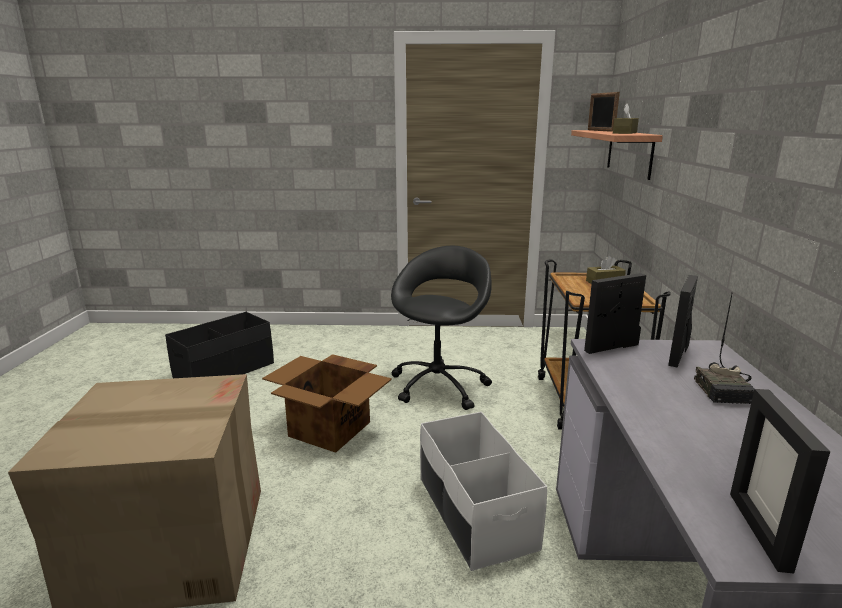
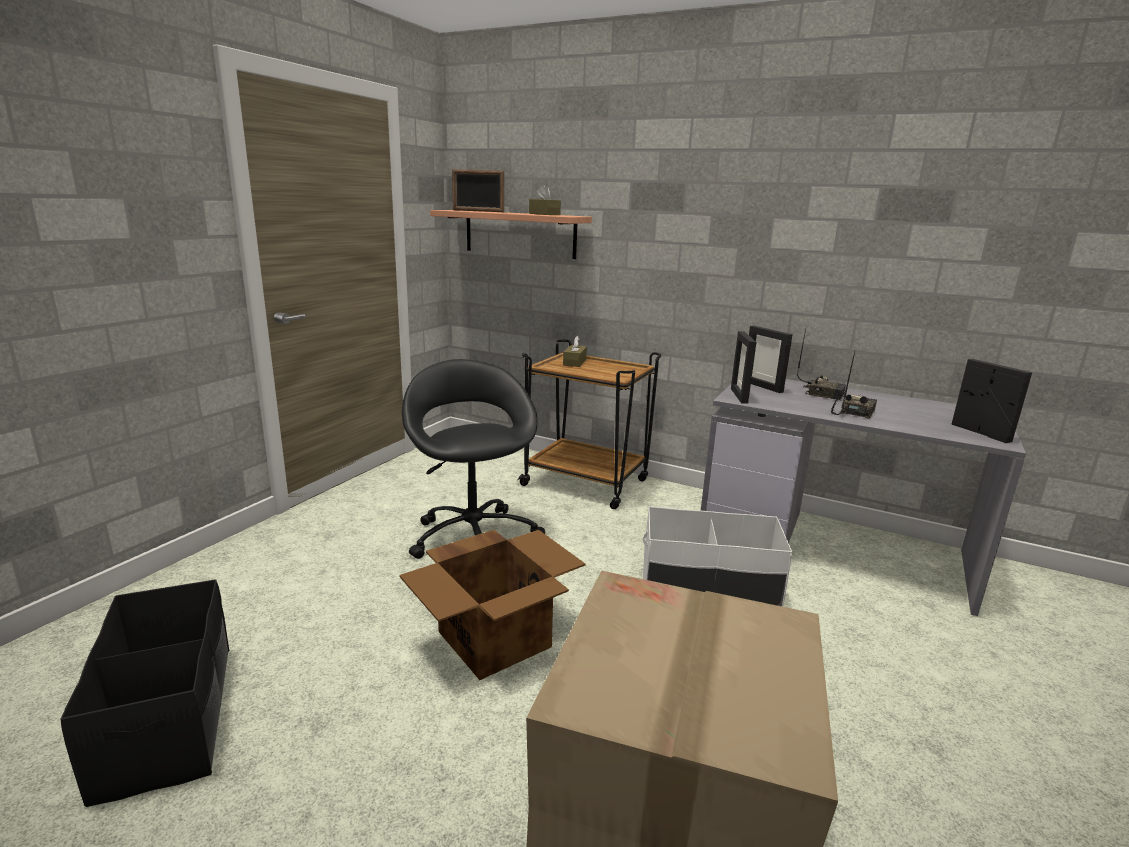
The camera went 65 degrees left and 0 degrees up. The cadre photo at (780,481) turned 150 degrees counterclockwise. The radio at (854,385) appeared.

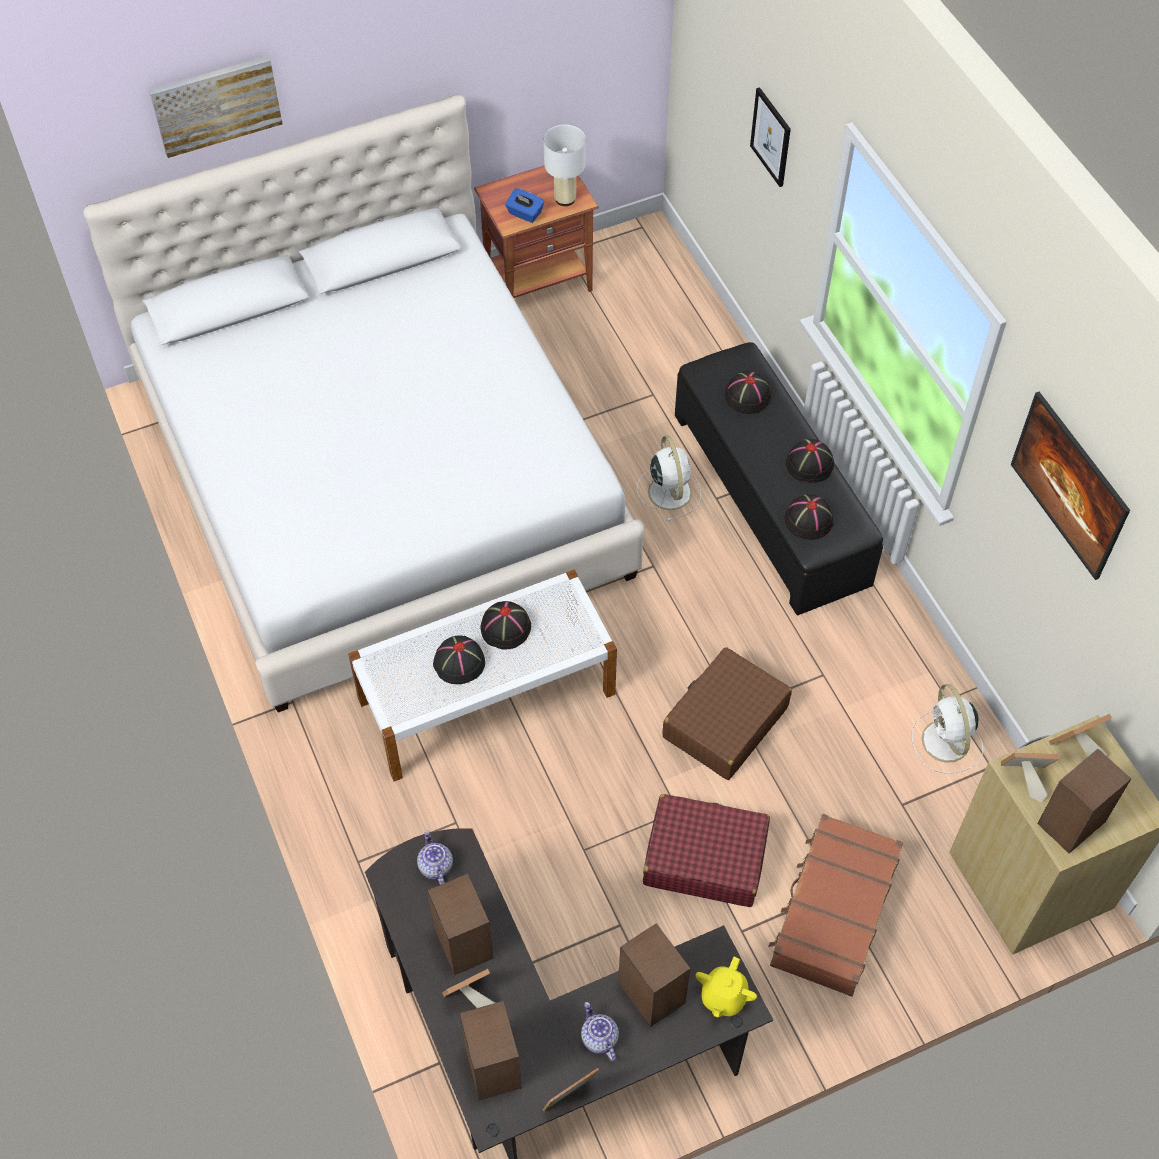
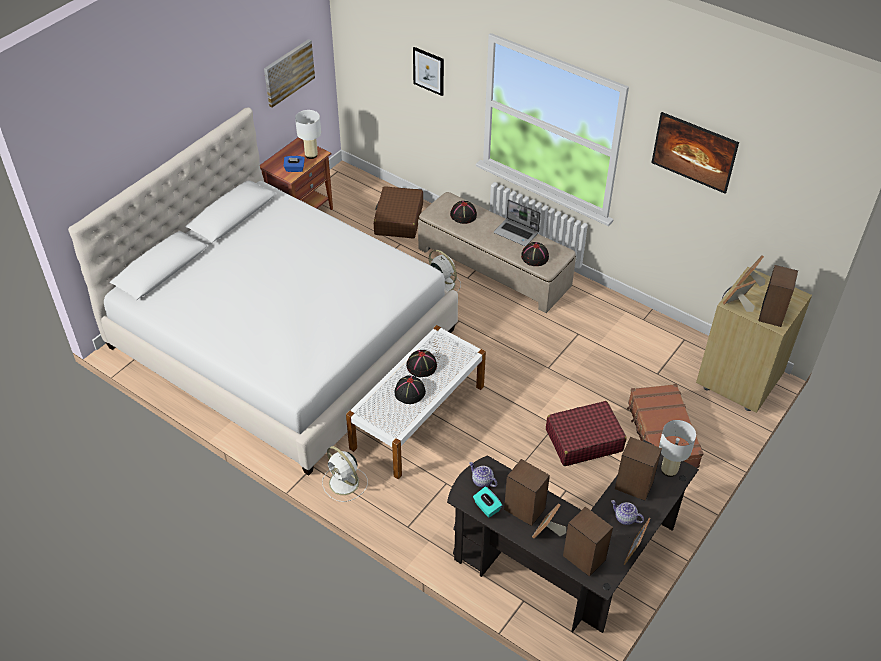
The camera went 30 degrees left and 10 degrees down. The tableau moved from (216,107) to (289,73). The banc/noir at (779,478) became the banc/beige at (497,252). The chapeau/noir at (810,461) was replaced by the ordinateur portable at (517,222). The valise/marron moved from (727,713) to (398,212). The ventilateur/blanc moved from (947,729) to (345,474). The théière/jaune at (726,987) was replaced by the lampe de table/blanc at (677,448). The boîte à mouchoirs/turquoise at (487,502) appeared.

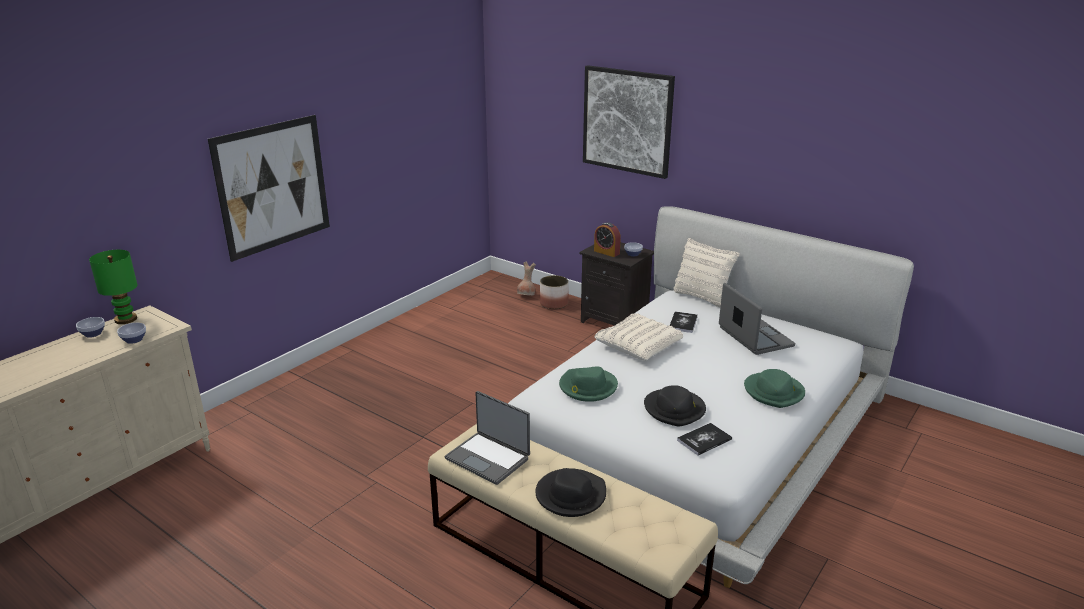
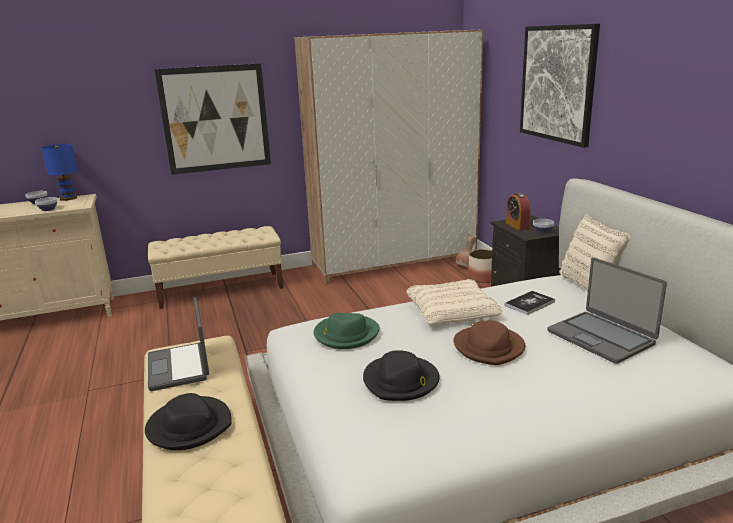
The camera went 35 degrees right and 5 degrees down. The lampe de table/vert at (113,287) became the lampe de table/bleu at (59,172). The ordinateur portable at (757,319) turned 135 degrees clockwise. The chapeau/vert at (774,388) disappeared. The livre at (704,439) disappeared. The armoire/blanc at (389,157) appeared. The banc/beige at (215,267) appeared. The chapeau/marron at (489,342) appeared.

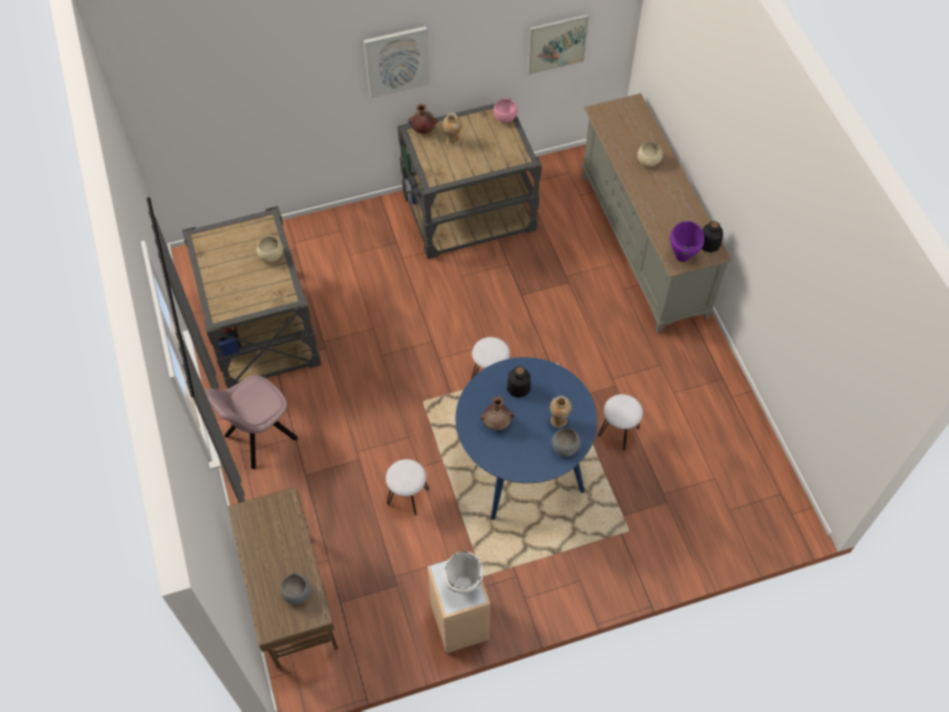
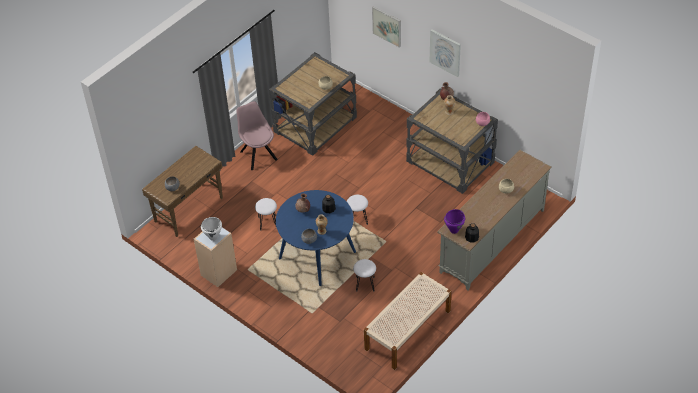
The camera went 60 degrees right and 10 degrees down. The tableau moved from (558,44) to (386,27). The chaise/rose at (251,422) turned 45 degrees clockwise. The banc/beige at (407,321) appeared.

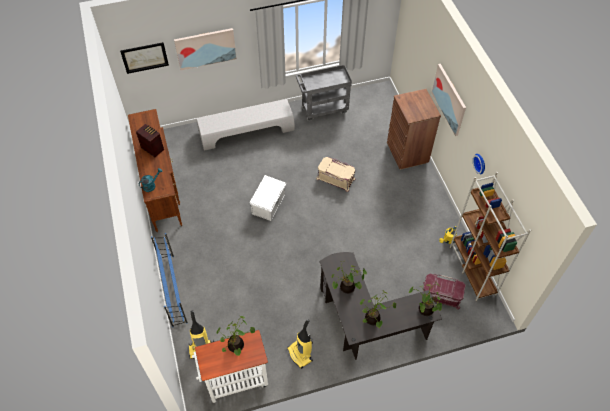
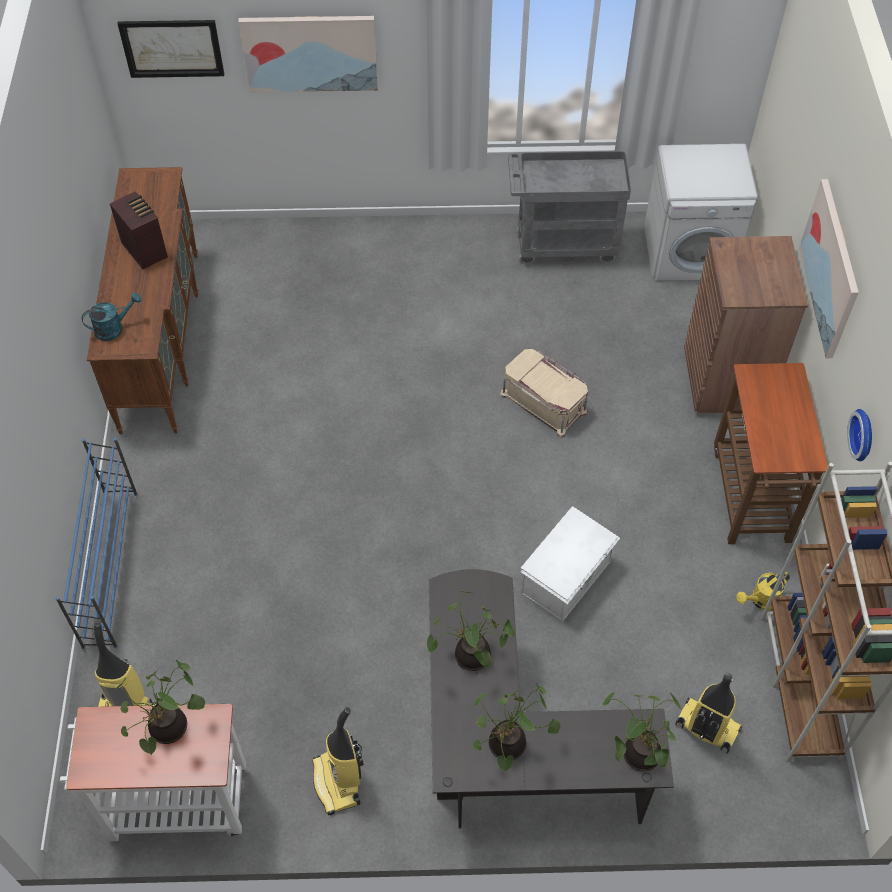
The camera went 15 degrees right and 0 degrees up. The banc/gris at (245,125) disappeared. The boîte de rangement/blanc moved from (268,198) to (570,564). The boîte de rangement/rouge at (444,292) was replaced by the aspirateur at (708,713). The lave-linge/blanc at (701,212) appeared. The chariot/marron at (771,453) appeared.

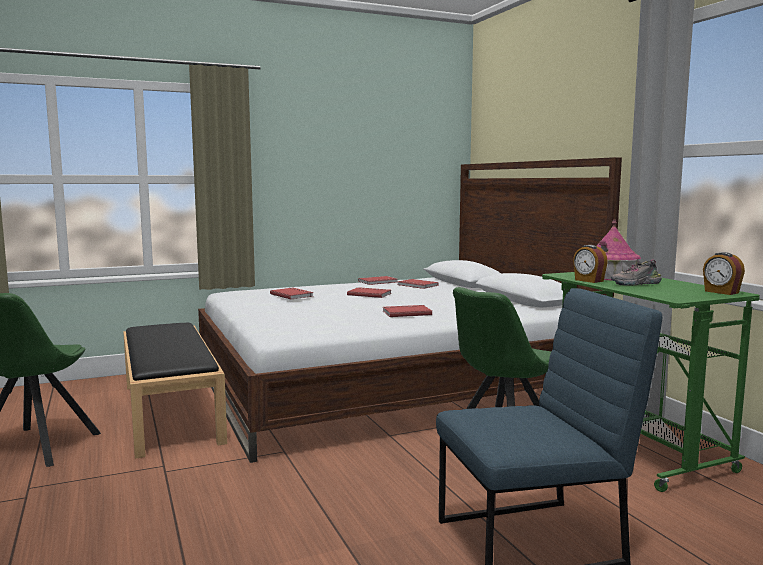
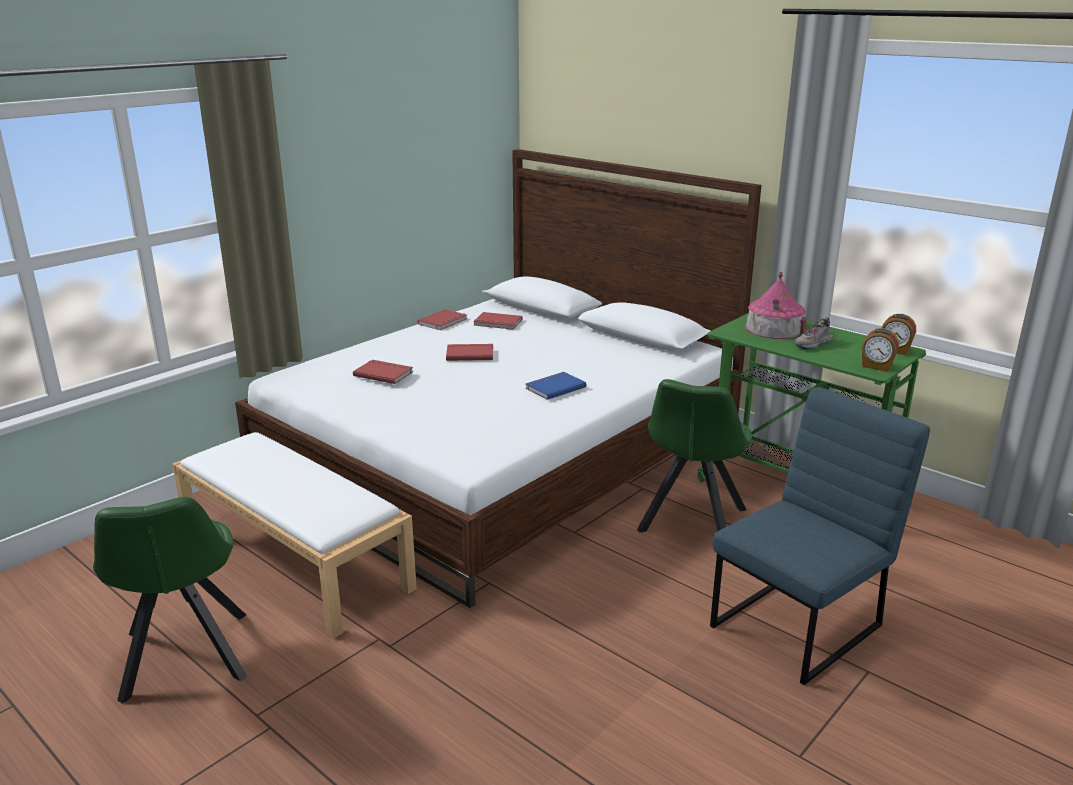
The camera went 25 degrees left and 15 degrees up. The réveil moved from (590,264) to (880,350). The livre/rouge at (407,311) became the livre/bleu at (555,386). The banc/noir at (175,391) became the banc/blanc at (294,535).

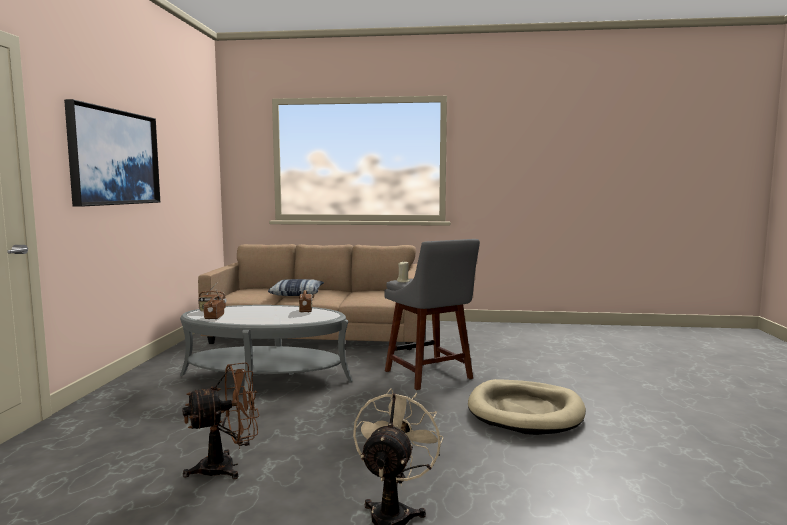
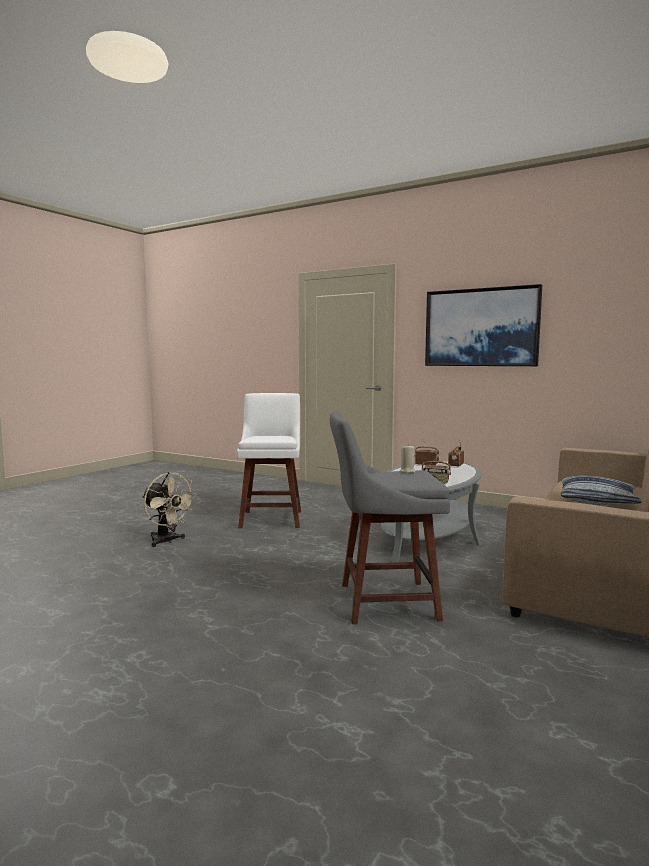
The camera went 115 degrees right and 0 degrees up. The ventilateur/marron at (220,420) was replaced by the tabouret/blanc at (269,460). The panier pour chien/beige at (527,407) disappeared.

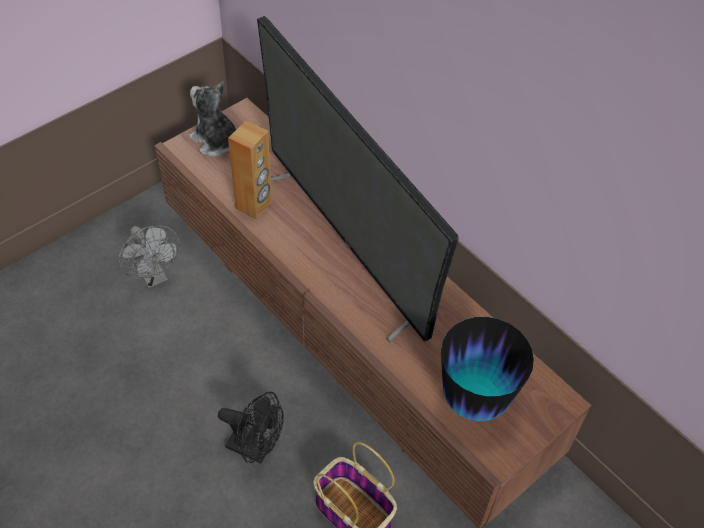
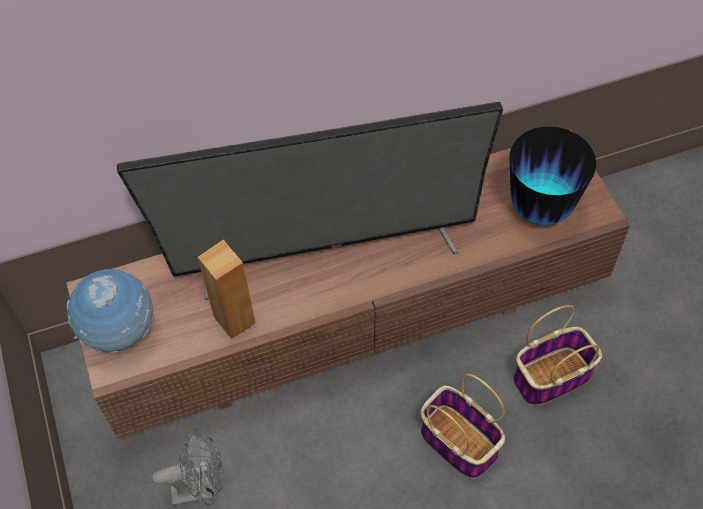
The camera went 65 degrees left and 5 degrees up. The peluche at (212,119) was replaced by the globe at (110,311). The ventilateur/noir at (251,427) was replaced by the panier at (462,426).

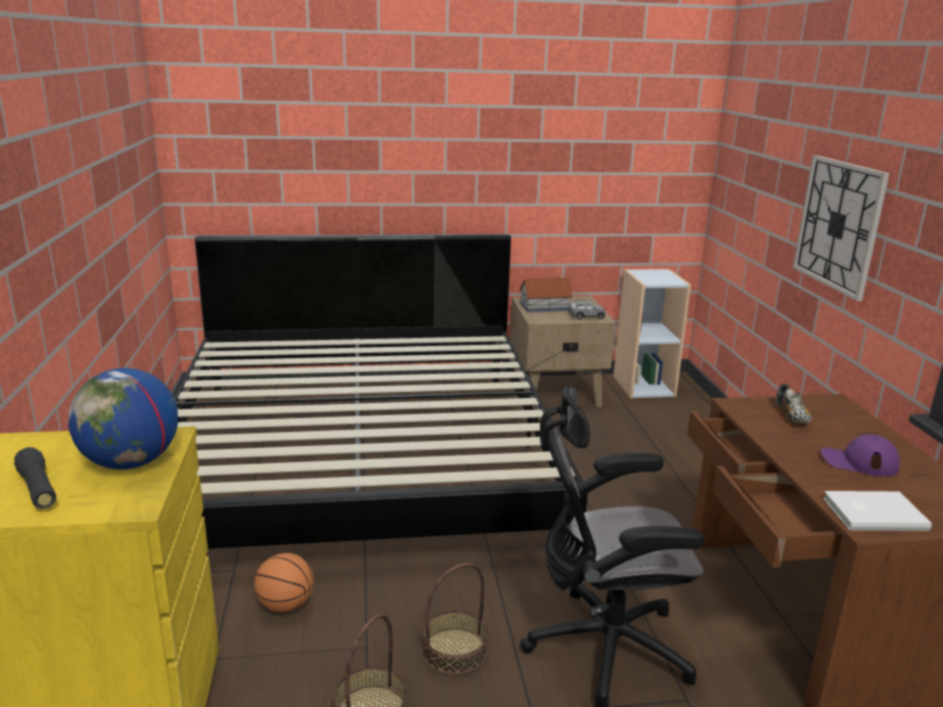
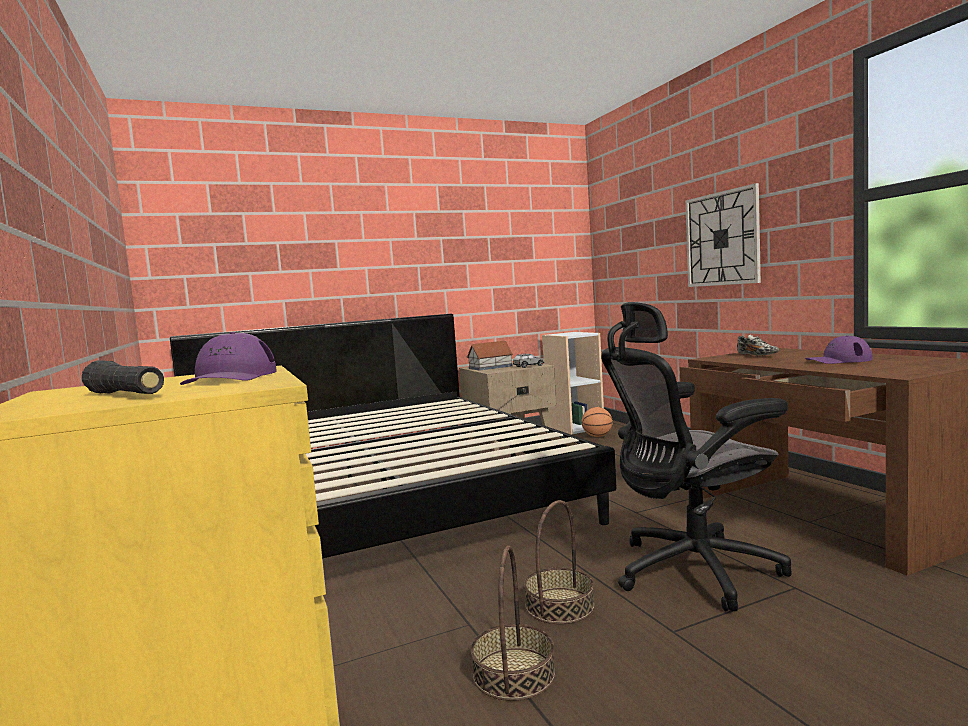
The camera went 15 degrees left and 15 degrees down. The globe at (123,419) was replaced by the casquette/violet at (228,358). The livre/blanc at (877,511) disappeared. The ballon de basket moved from (284,583) to (597,422).

